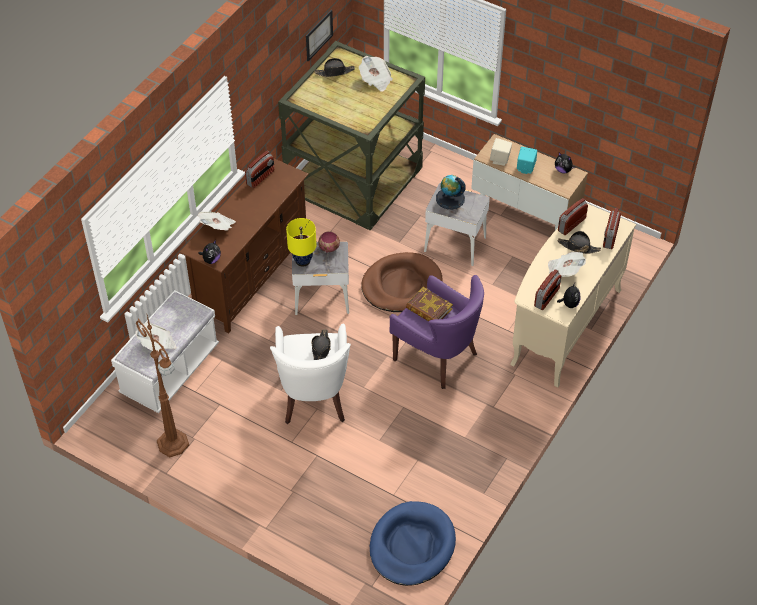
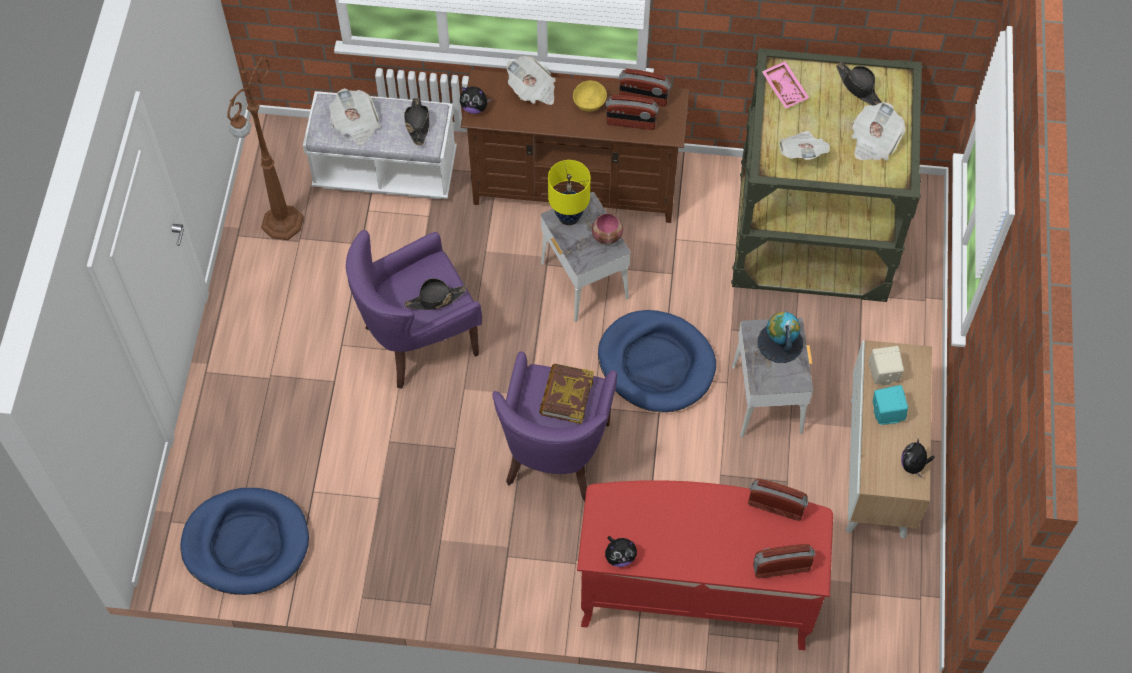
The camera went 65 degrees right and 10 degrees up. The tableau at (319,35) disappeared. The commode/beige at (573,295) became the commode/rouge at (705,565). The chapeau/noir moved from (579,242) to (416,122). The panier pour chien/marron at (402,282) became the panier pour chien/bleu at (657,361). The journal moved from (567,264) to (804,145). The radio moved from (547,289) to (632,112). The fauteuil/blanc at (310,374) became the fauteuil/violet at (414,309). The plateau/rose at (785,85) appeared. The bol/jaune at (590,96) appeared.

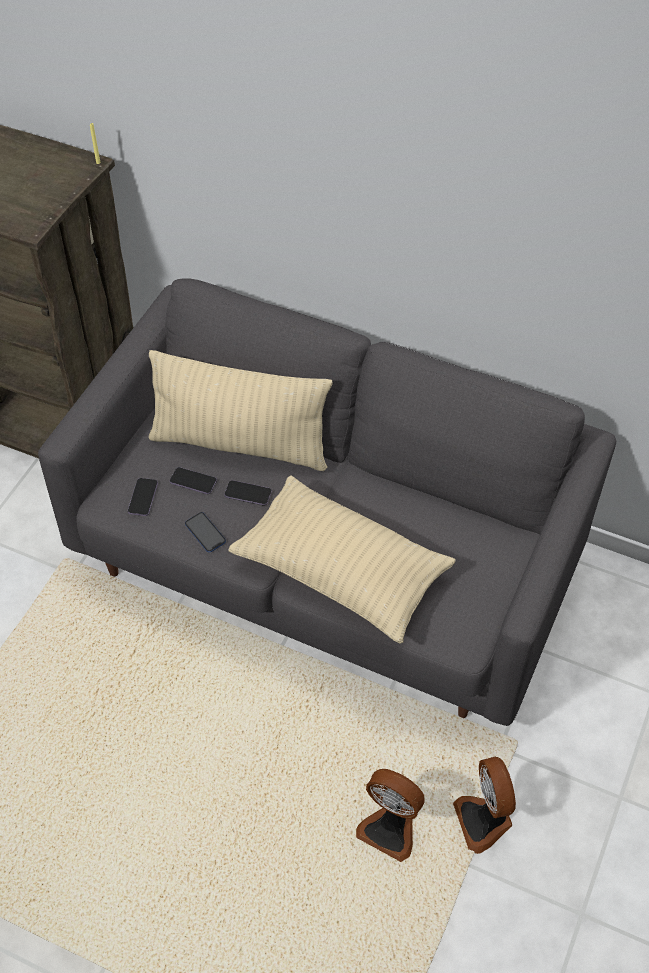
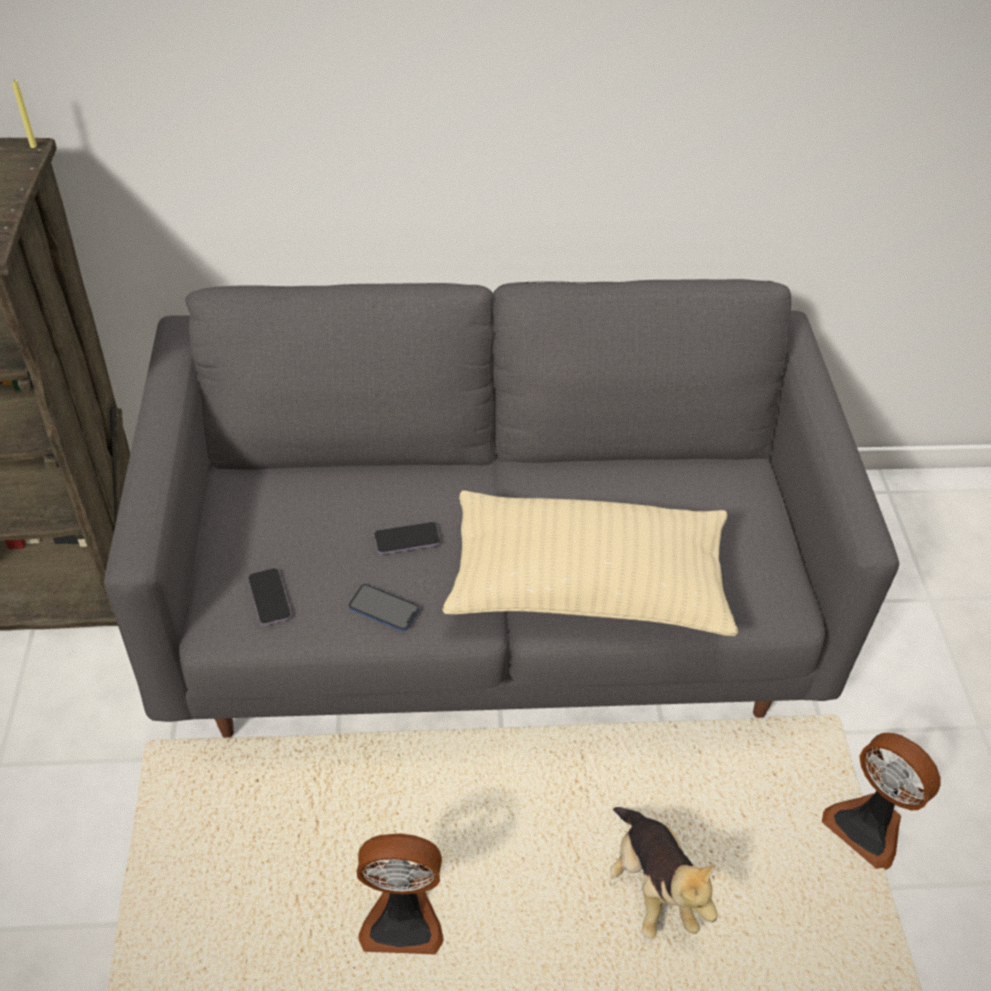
The camera went 30 degrees left and 5 degrees down. The coussin/beige at (240,410) disappeared. The téléphone at (193,480) disappeared. The ventilateur moved from (390,815) to (400,894). The peluche at (664,873) appeared.

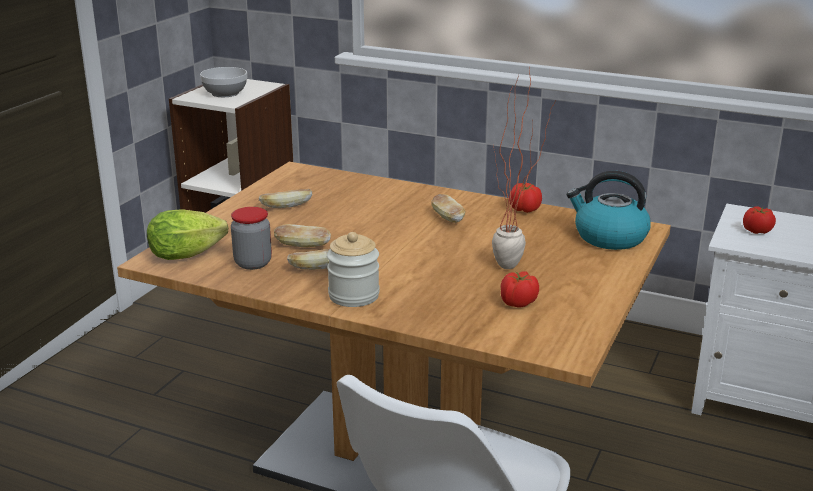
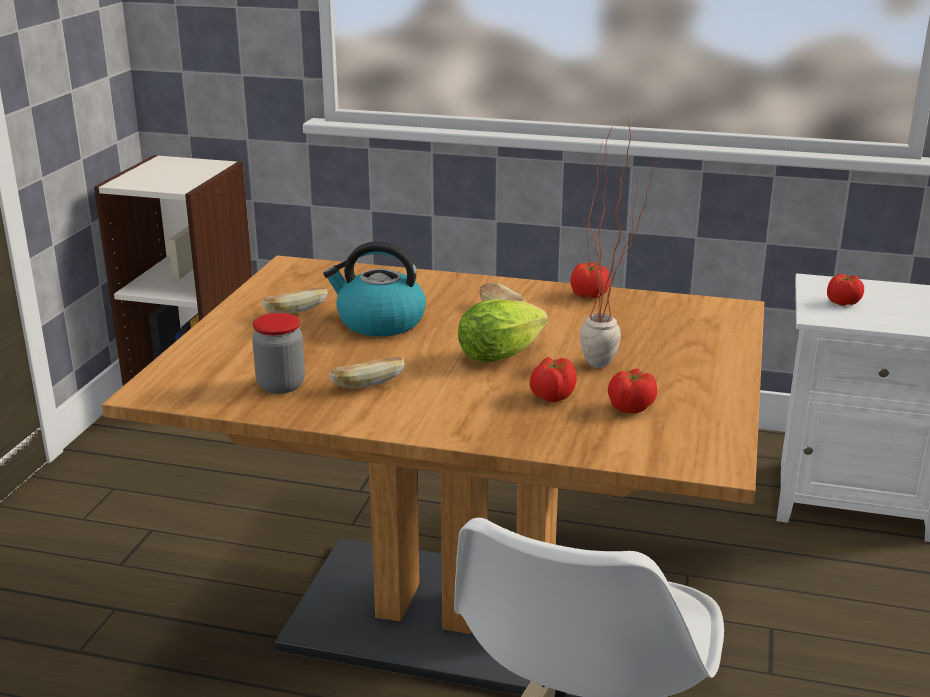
The camera went 10 degrees left and 0 degrees up. The bol at (223,82) disappeared. The bouilloire moved from (609,210) to (374,288). The laitue moved from (187,234) to (503,331). The pain at (302,236) disappeared. The bocal at (353,269) disappeared. The tomate at (553,379) appeared.

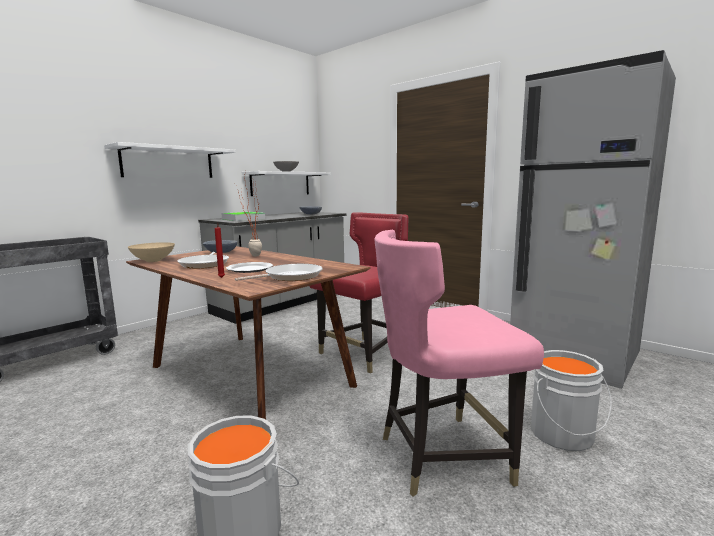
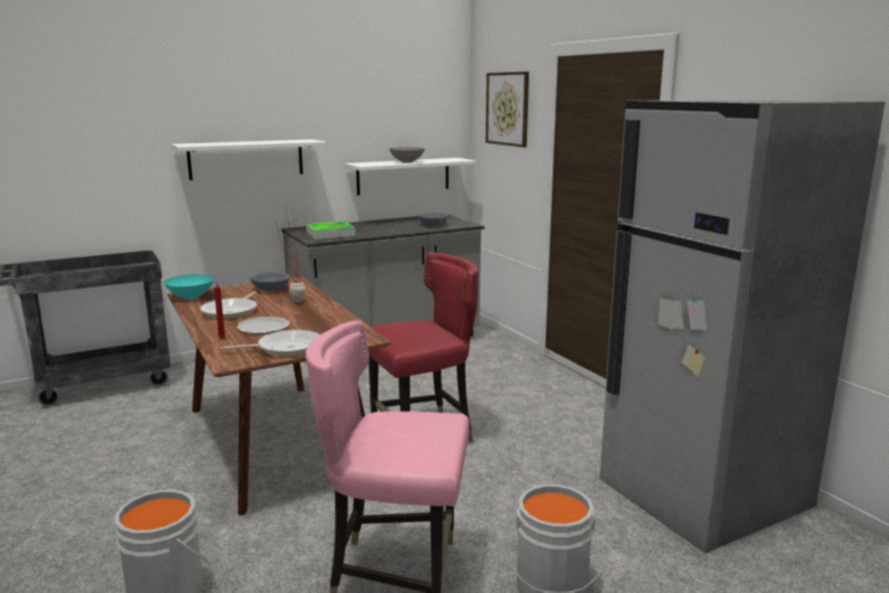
The camera went 20 degrees right and 5 degrees up. The bol/beige at (151,252) became the bol/turquoise at (189,286). The tableau at (507,109) appeared.

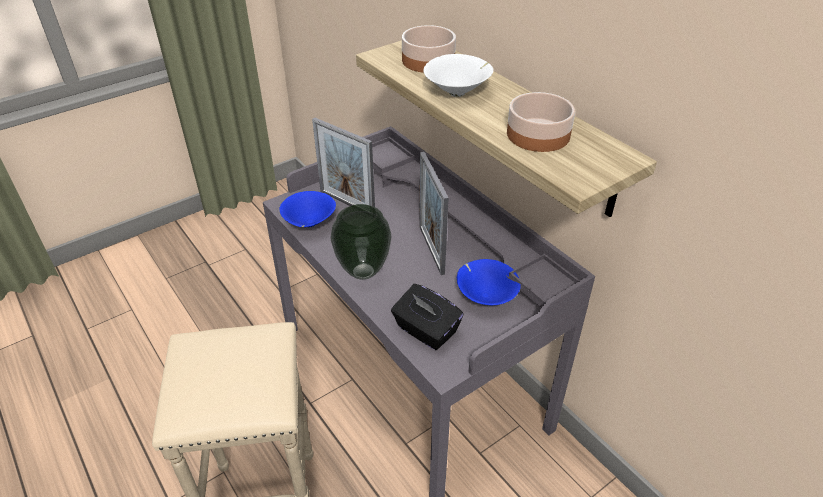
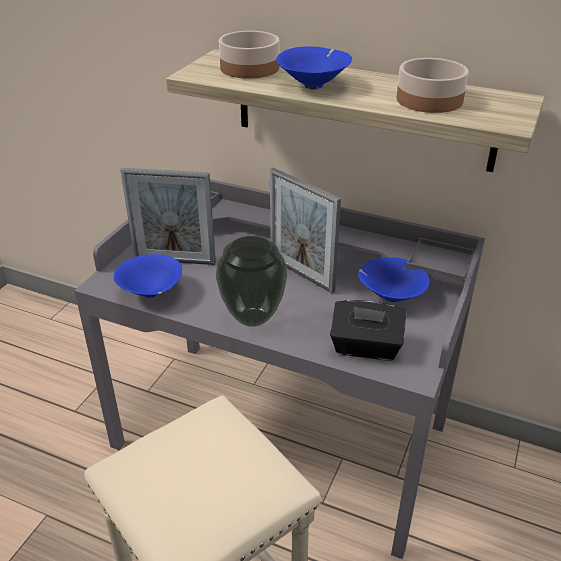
The camera went 30 degrees left and 5 degrees down. The bol/blanc at (458,75) became the bol/bleu at (314,68).

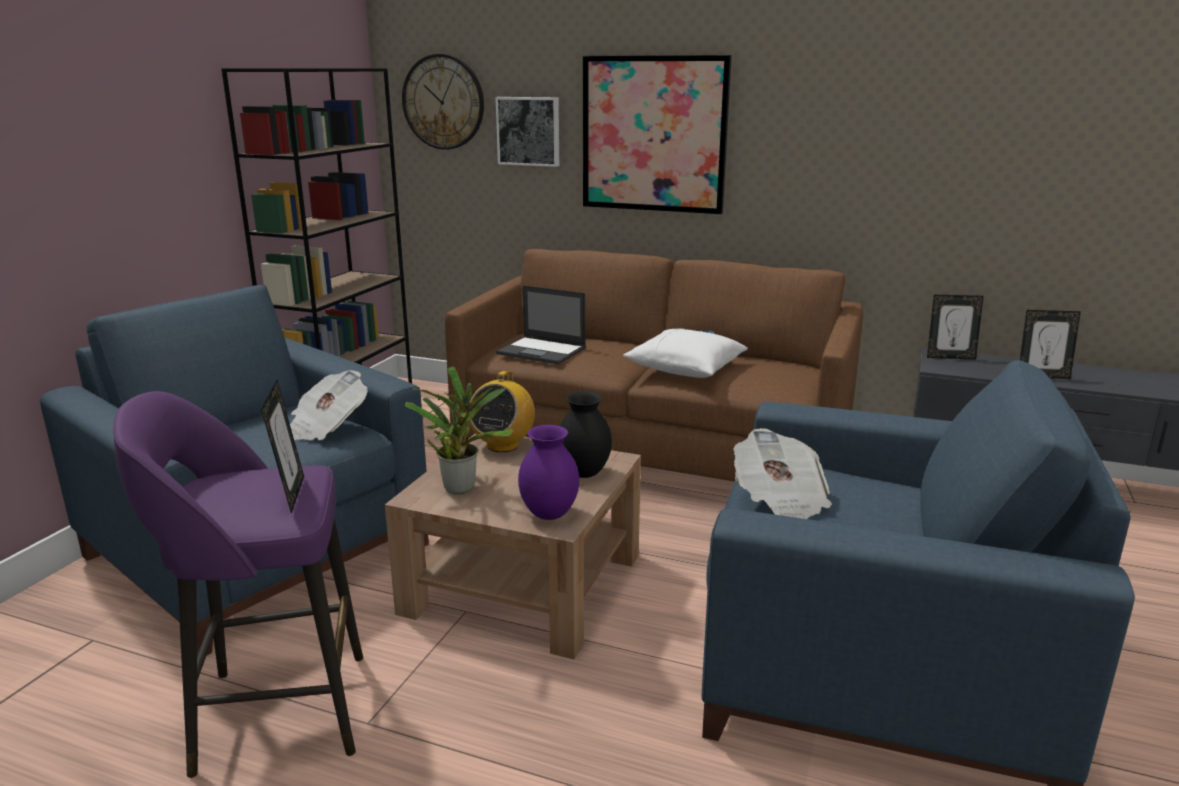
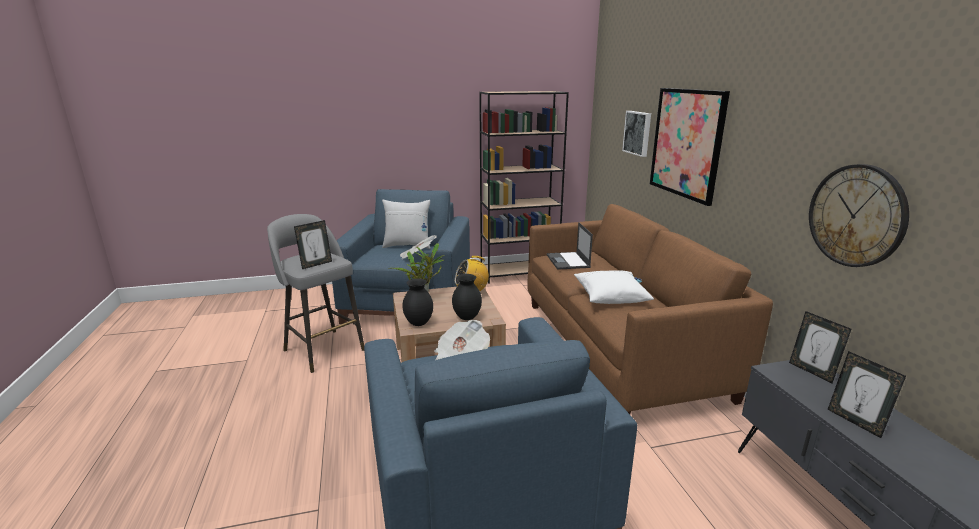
The camera went 55 degrees right and 0 degrees up. The horloge murale moved from (443,102) to (859,215). The tabouret/violet at (238,584) became the tabouret/gris at (315,293). The vase/violet at (548,472) became the vase/noir at (417,302). The coussin/gris at (406,224) appeared.

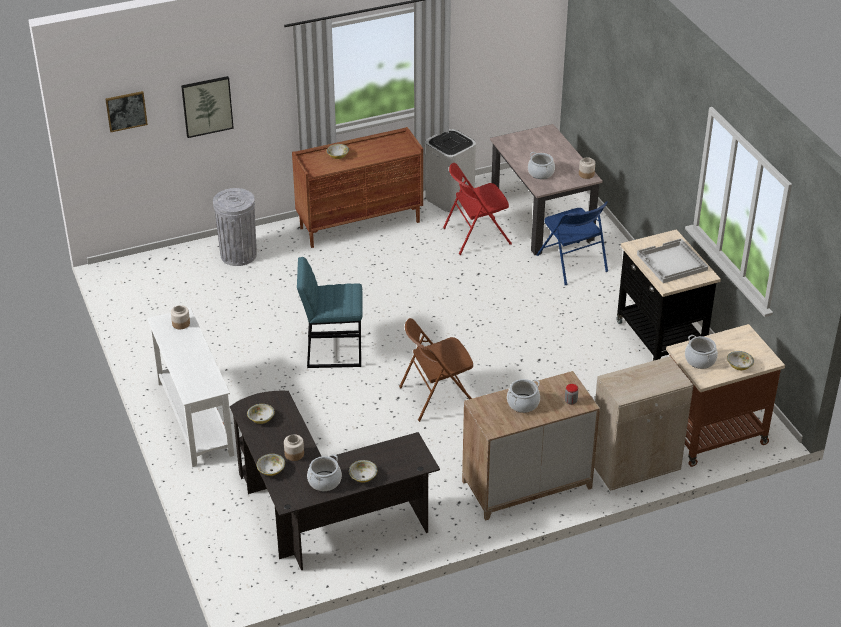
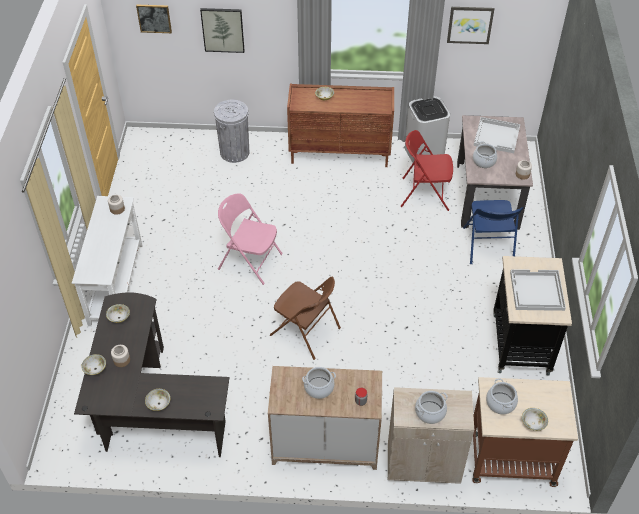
The camera went 25 degrees right and 10 degrees up. The tabouret/bleu at (330,312) was replaced by the chaise/rose at (250,239). The chaise/marron at (436,370) turned 150 degrees counterclockwise. The marmite moved from (324,472) to (431,407). The tableau at (470,25) appeared. The plateau/blanc at (496,135) appeared.

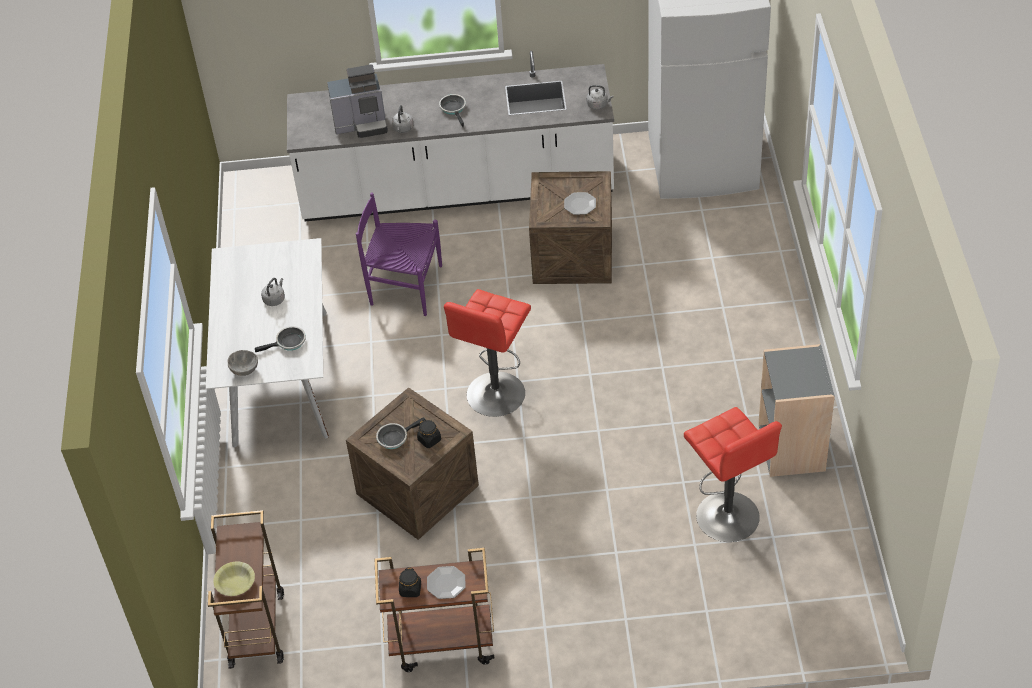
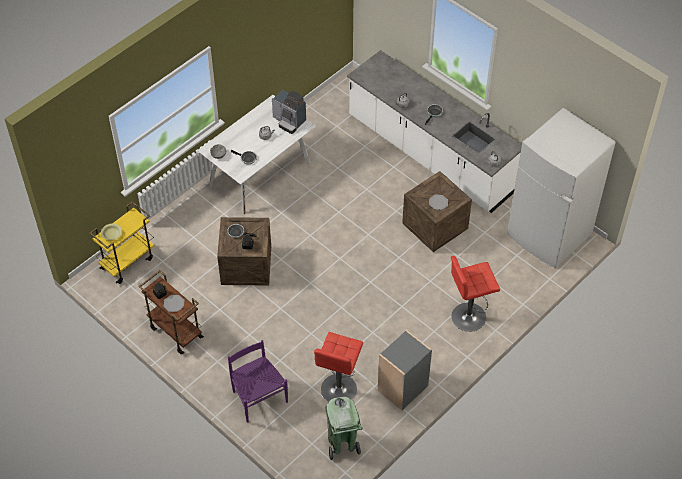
The camera went 45 degrees right and 5 degrees up. The machine à café moved from (357,101) to (289,112). The chaise/violet moved from (399,254) to (258,381). The tabouret/rouge moved from (487,353) to (475,294). The chariot/marron at (246,589) became the chariot/jaune at (121,242). The poubelle/vert at (344,428) appeared.

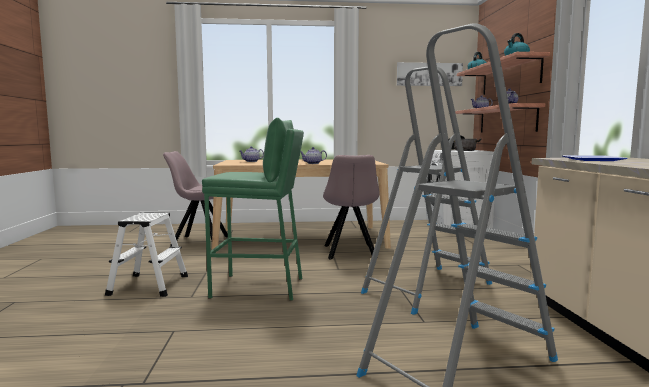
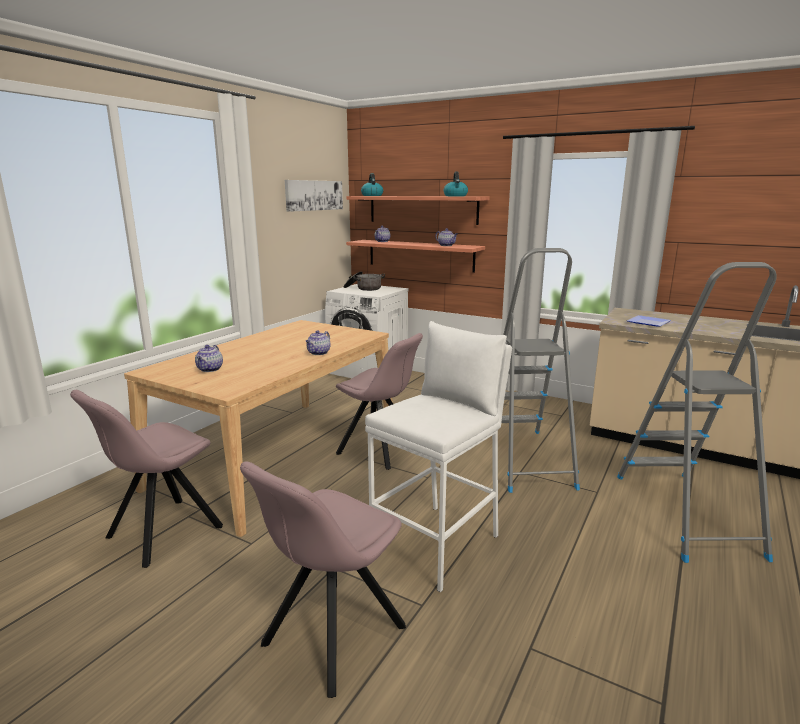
The camera went 55 degrees left and 10 degrees up. The tabouret/vert at (253,209) became the tabouret/blanc at (438,457). The escabeau/blanc at (146,254) was replaced by the chaise/rose at (323,579).

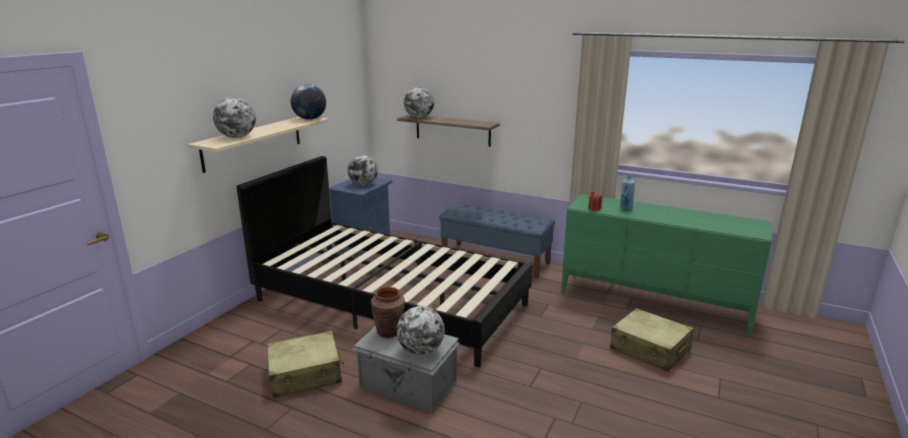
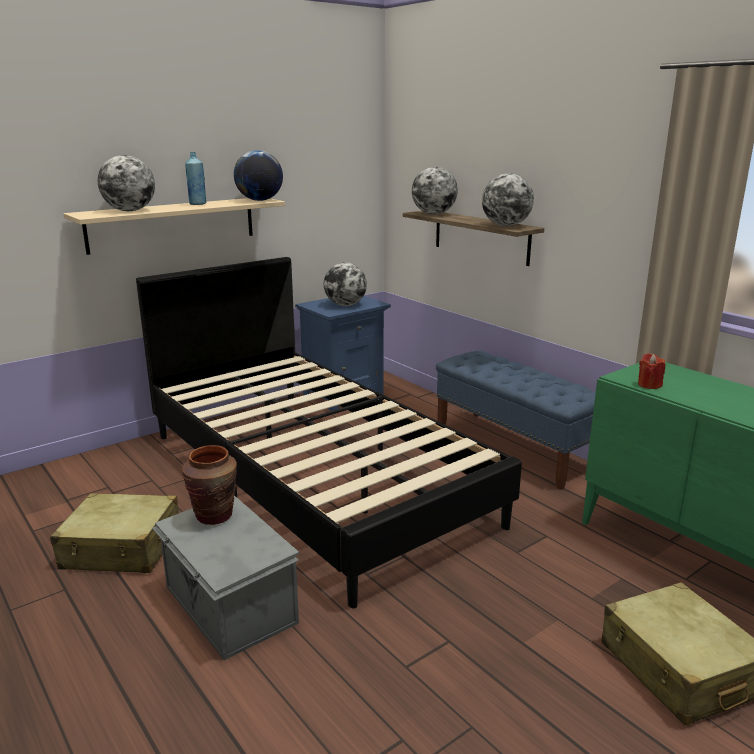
The camera went 25 degrees right and 0 degrees up. The bouteille/bleu moved from (627,192) to (196,178). The globe moved from (421,330) to (508,199).

